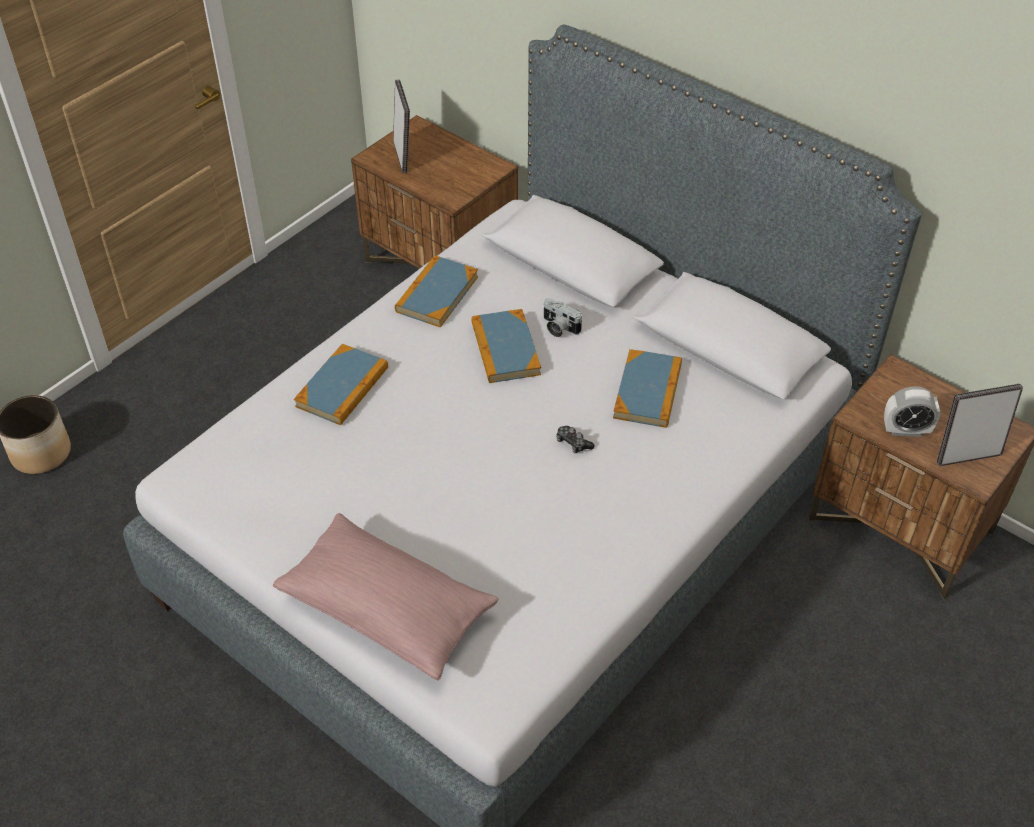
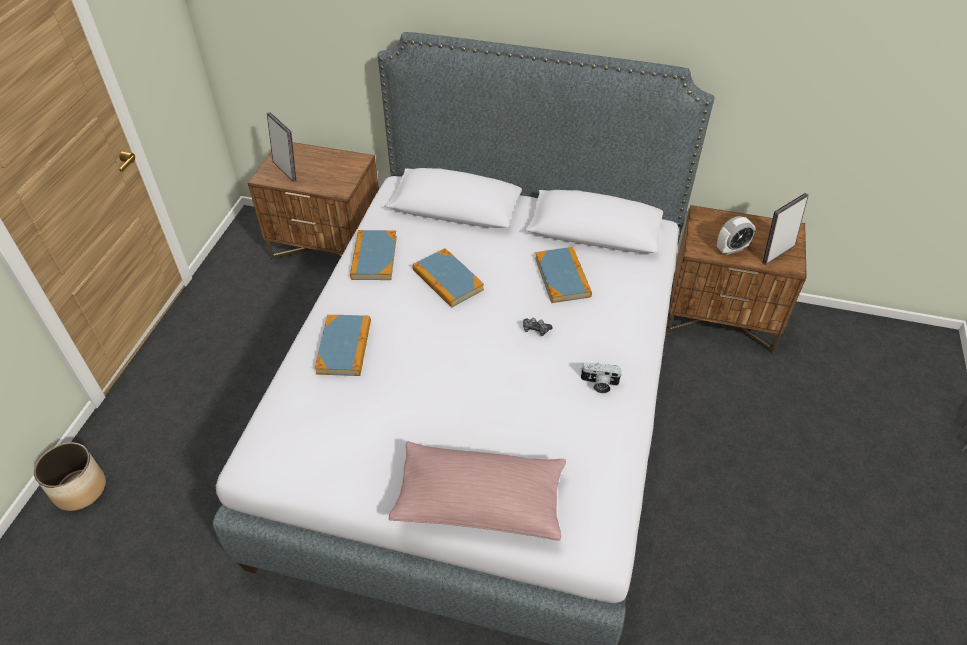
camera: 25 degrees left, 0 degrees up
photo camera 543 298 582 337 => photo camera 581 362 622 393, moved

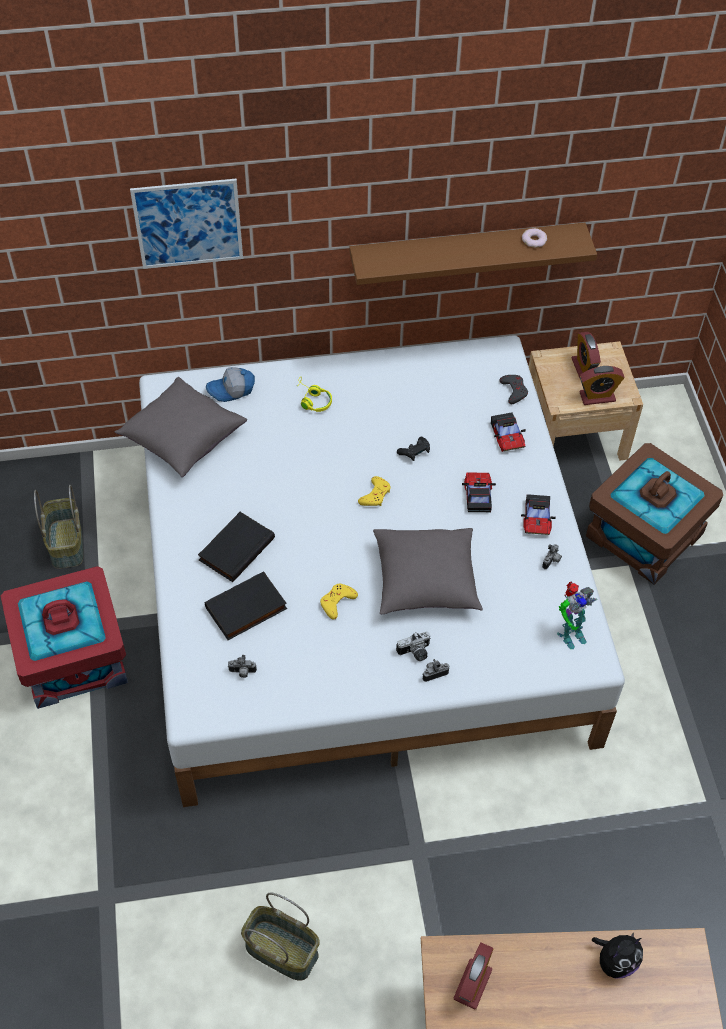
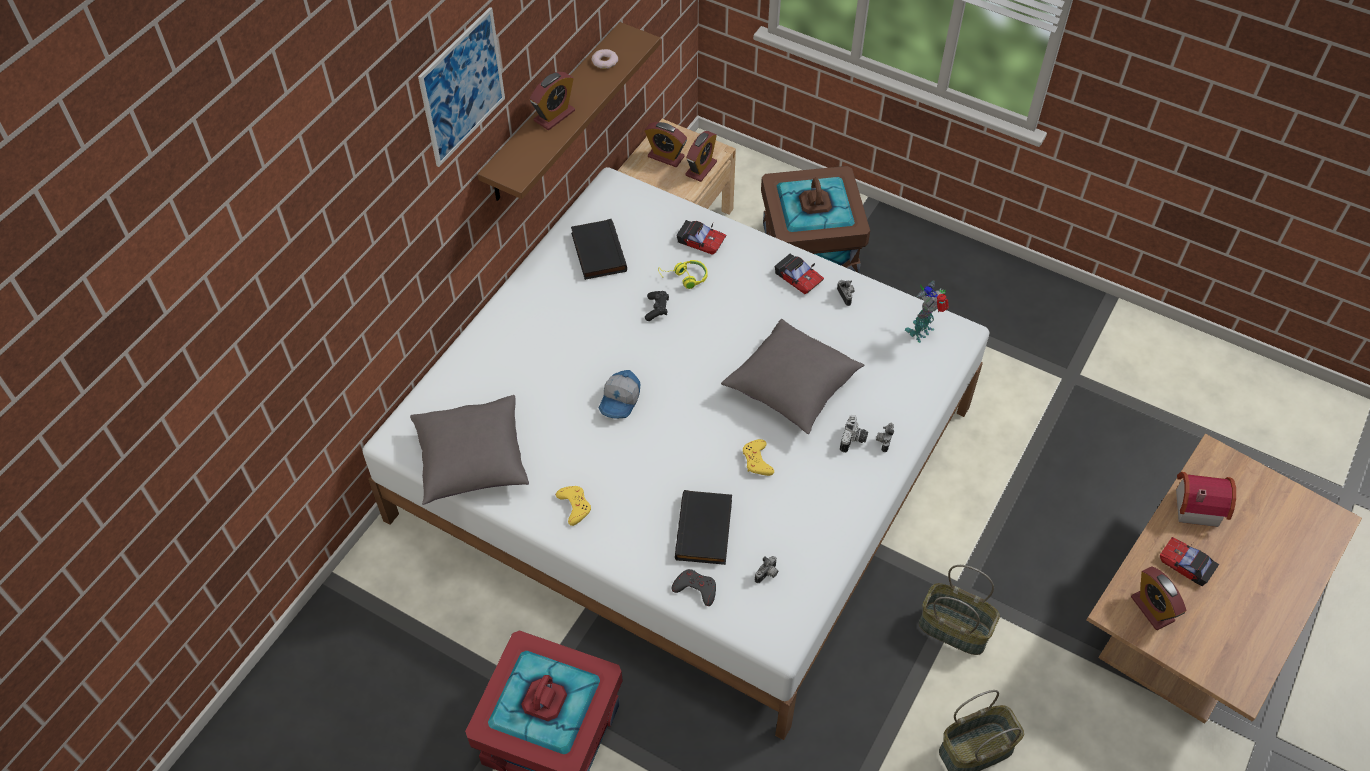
camera: 50 degrees left, 0 degrees up
storage basket 34 485 84 569 => storage basket 919 565 1000 655, moved
picture 130 179 243 269 => picture 418 7 505 167, moved
black book 198 512 275 582 => black book 571 219 627 280, moved
peaked cap 206 367 255 402 => peaked cap 599 370 640 419, moved
yellow headset 298 377 332 412 => yellow headset 658 260 708 289, moved
yellow joypad 358 476 391 506 => yellow joypad 556 486 591 526, moved
toy car 462 473 496 512 => toy car 1160 537 1219 586, moved
grey joypad 499 375 528 404 => grey joypad 672 569 716 606, moved
model robot 557 582 597 649 => model robot 905 280 949 343, 150 degrees counterclockwise
cuddly toy 592 932 643 978 => miniature house 1176 472 1236 527
nothing => table clock 530 72 575 130

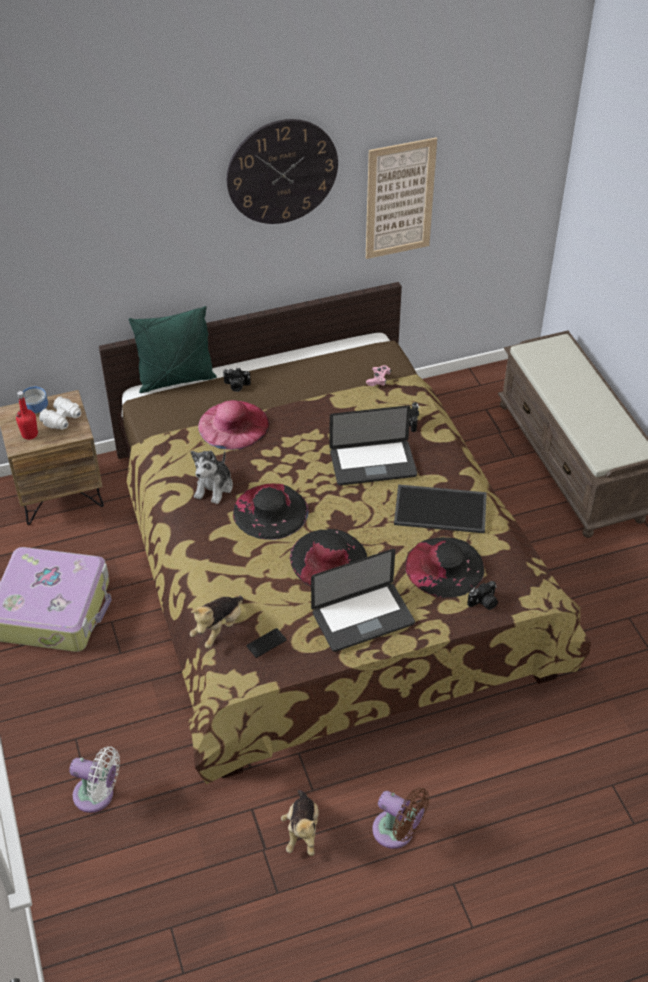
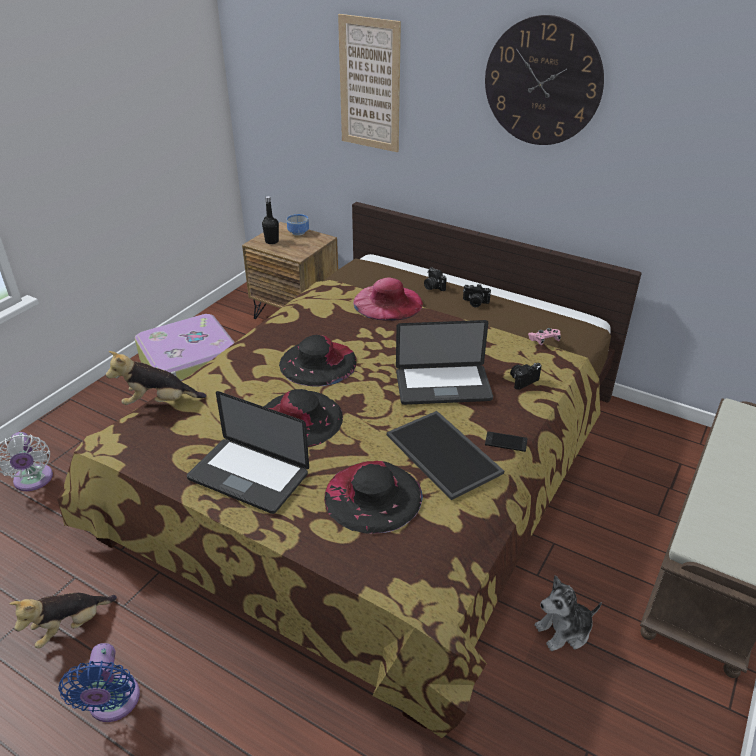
camera: 50 degrees right, 10 degrees down
red-coloured beverage bottle 16 391 38 440 => black beverage bottle 262 196 279 244
white binoculars 39 396 81 430 => nothing
greenish throw pillow 129 306 217 393 => nothing
cuddly toy 191 451 233 504 => cuddly toy 535 576 602 651, moved
phone 247 628 287 658 => phone 485 432 527 452, moved
portable computer 330 405 417 485 => portable computer 396 320 493 405, 45 degrees counterclockwise
picture 366 137 437 259 => picture 338 14 401 152, moved
brown-coloured cooling fan 372 787 430 849 => blue cooling fan 58 643 140 722
photo camera 467 581 498 610 => photo camera 463 284 491 307, moved

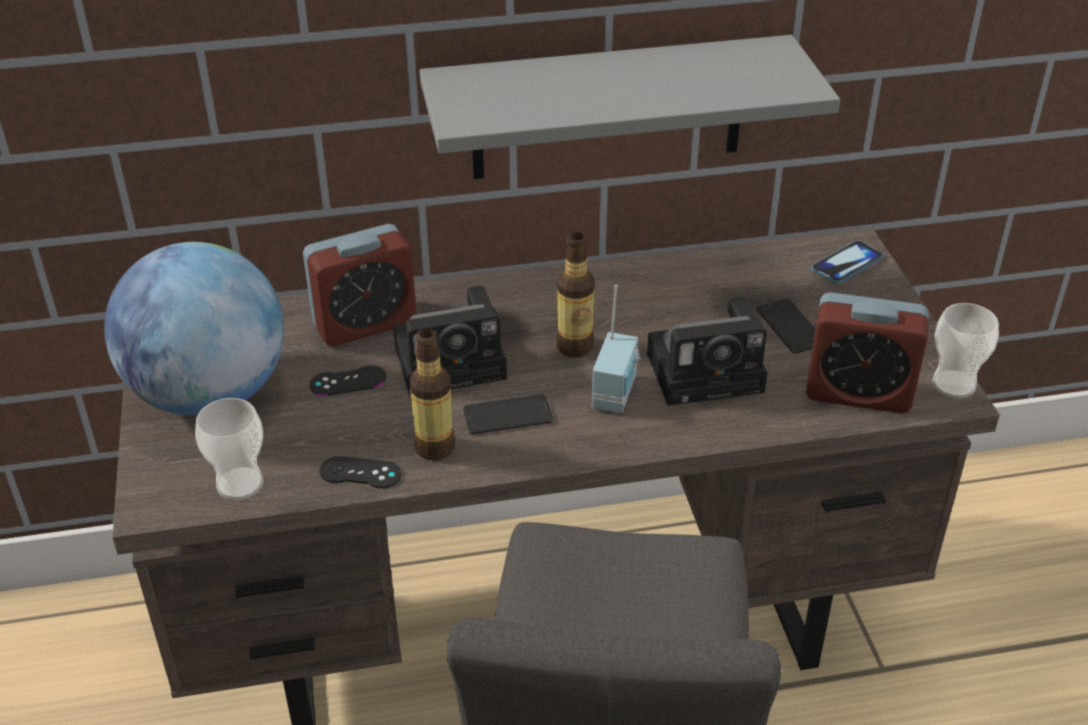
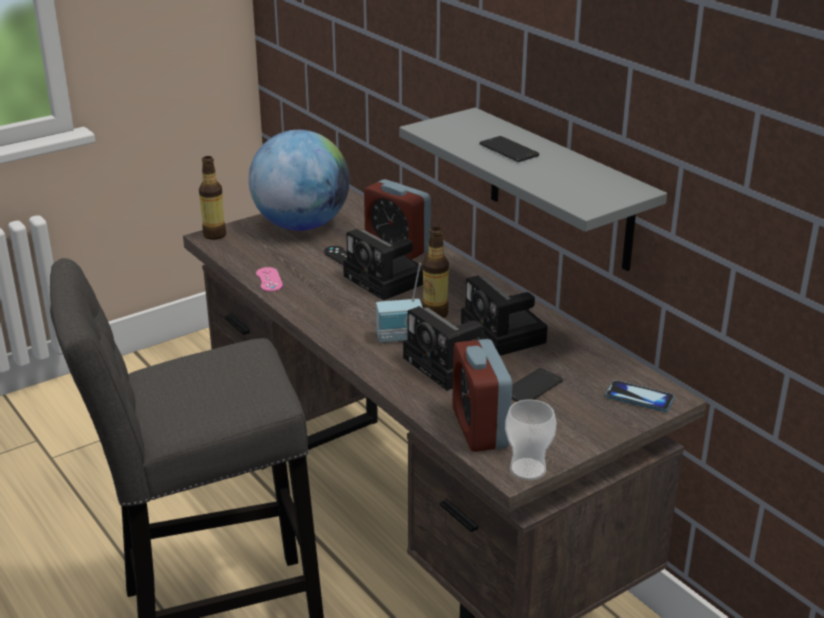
camera: 65 degrees right, 10 degrees down
drinking cup 195 398 263 500 => nothing
black joypad 319 456 402 488 => pink-coloured joypad 256 267 283 292
beverage bottle 409 329 455 460 => beverage bottle 199 156 226 240, moved
phone 463 394 553 434 => phone 479 136 539 162, moved
nothing => photo camera 461 276 548 356

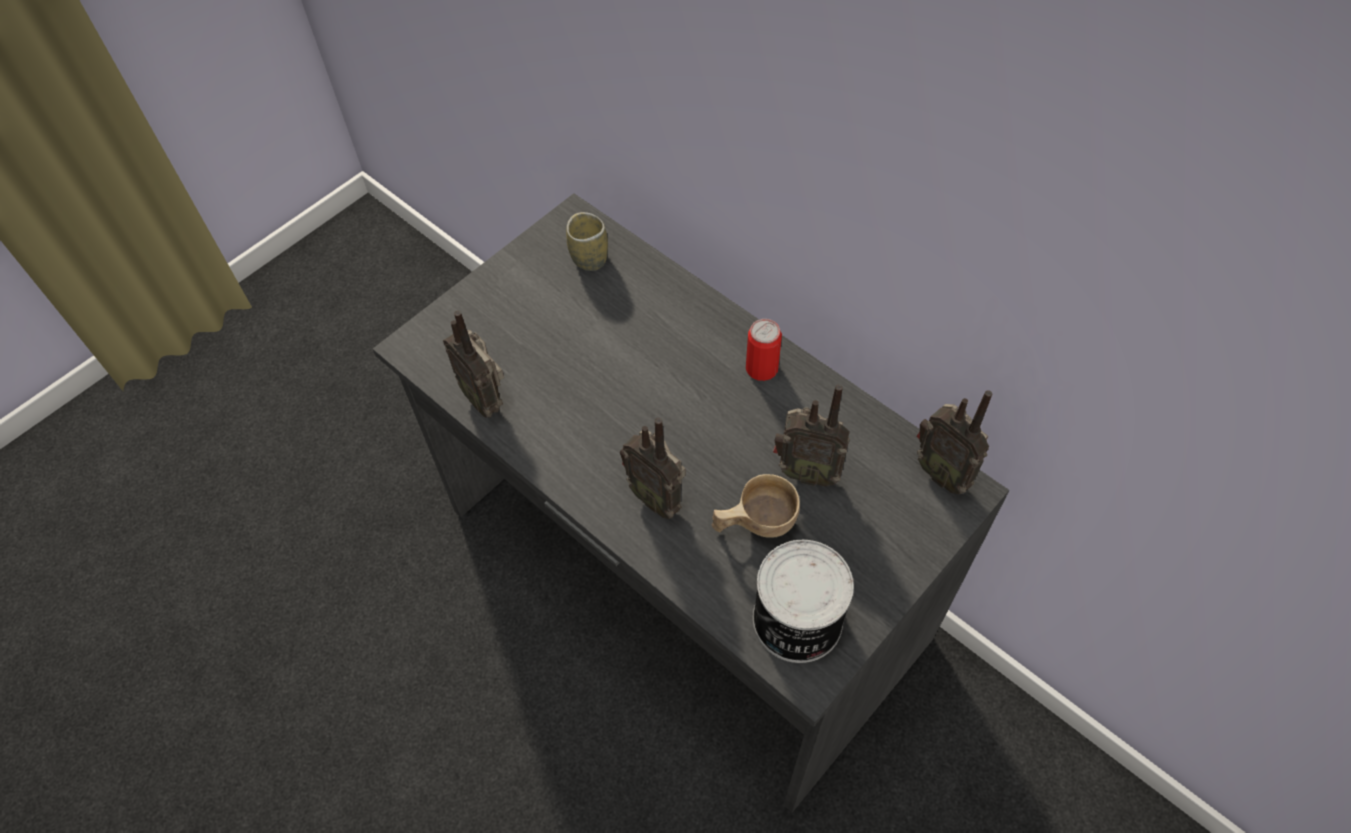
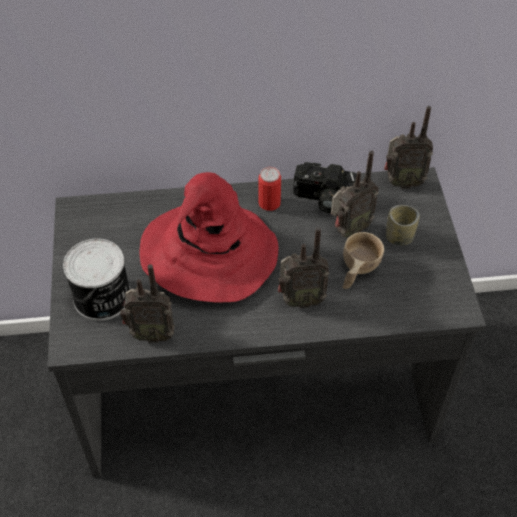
camera: 50 degrees left, 5 degrees down
drinking cup 566 212 608 271 => drinking cup 386 205 419 245, moved
metal can 753 540 854 663 => metal can 63 239 130 321, moved
nothing => red-coloured clothing hat 139 172 278 302
nothing => photo camera 293 162 357 213

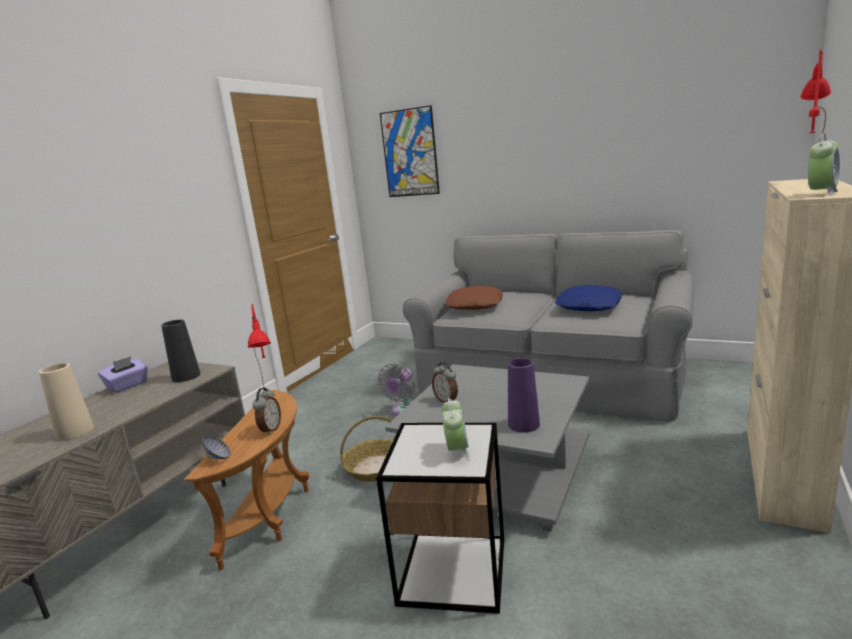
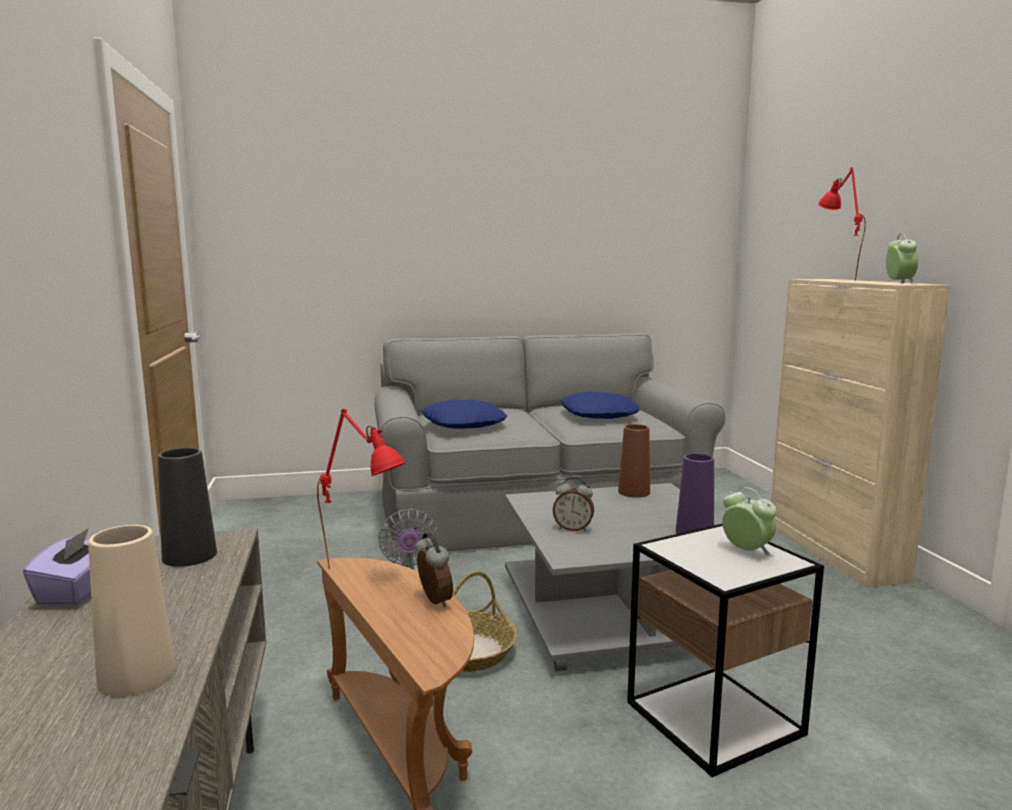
camera: 40 degrees left, 5 degrees down
deep dish 202 435 231 460 => nothing
picture 380 105 440 197 => nothing
brown-coloured throw pillow 445 286 503 310 => blue throw pillow 421 400 507 429
nothing => brown-coloured flower vase 618 424 650 498

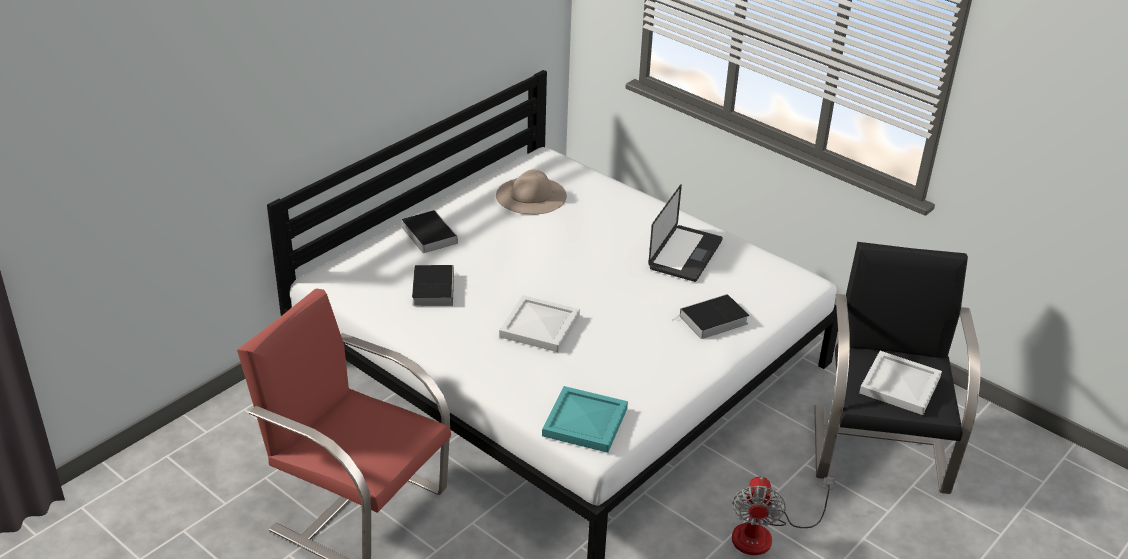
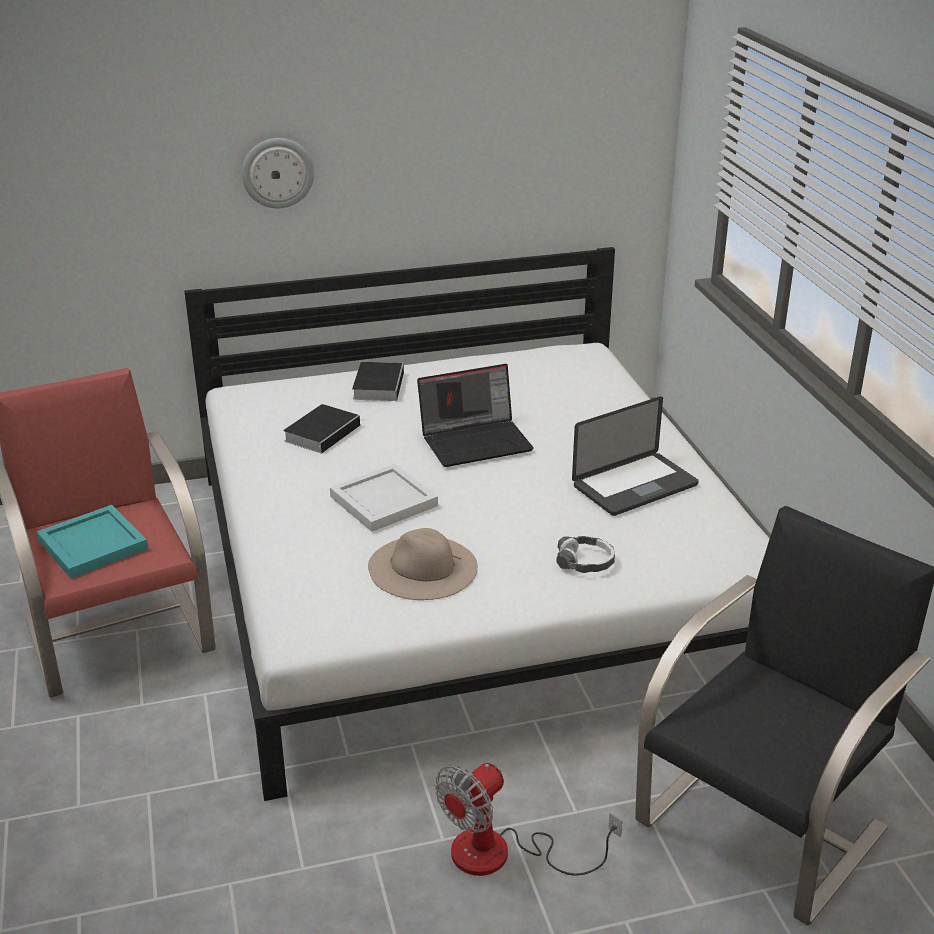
camera: 35 degrees right, 5 degrees down
sand-coloured clothing hat 496 169 567 214 => sand-coloured clothing hat 368 528 478 600, moved
turquoise tray 542 386 628 453 => turquoise tray 37 505 148 579, moved
book 672 294 749 339 => headset 556 536 615 573
white tray 859 351 942 415 => nothing
nothing => hanging clock 242 138 314 208
nothing => portable computer 417 364 534 467

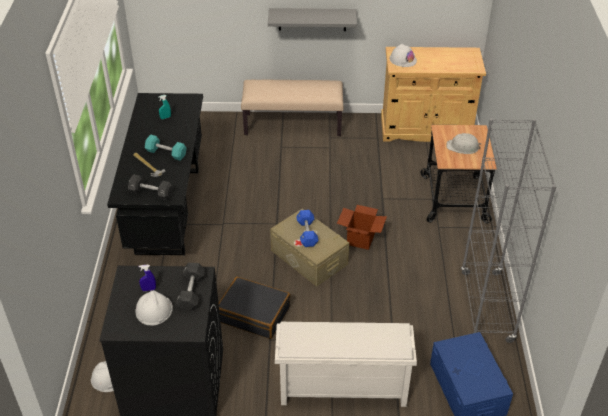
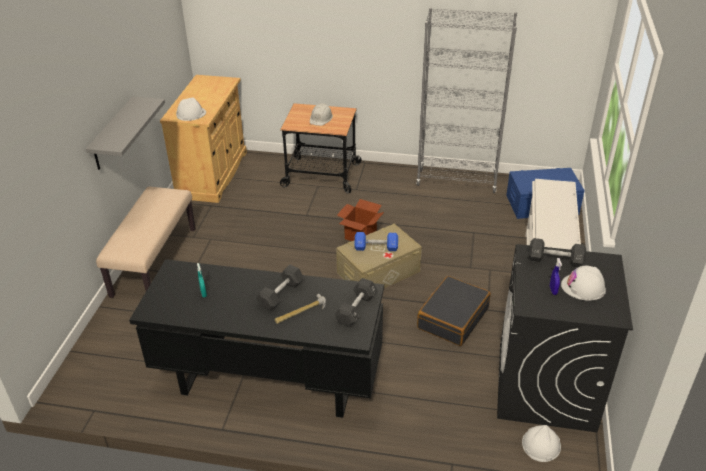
camera: 80 degrees left, 5 degrees down
turquoise free weight 145 135 186 161 => black free weight 256 265 304 311

